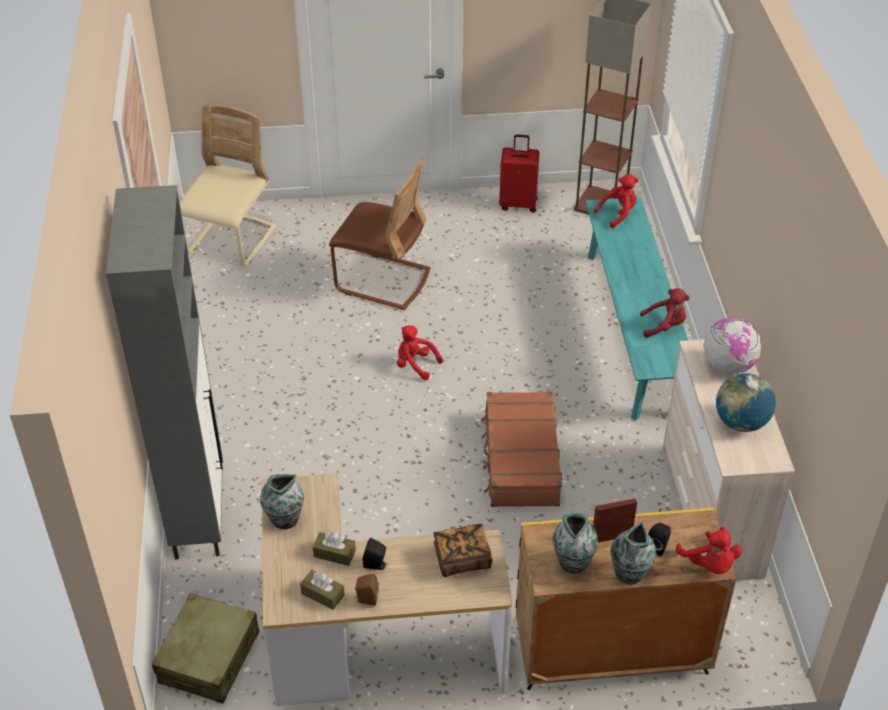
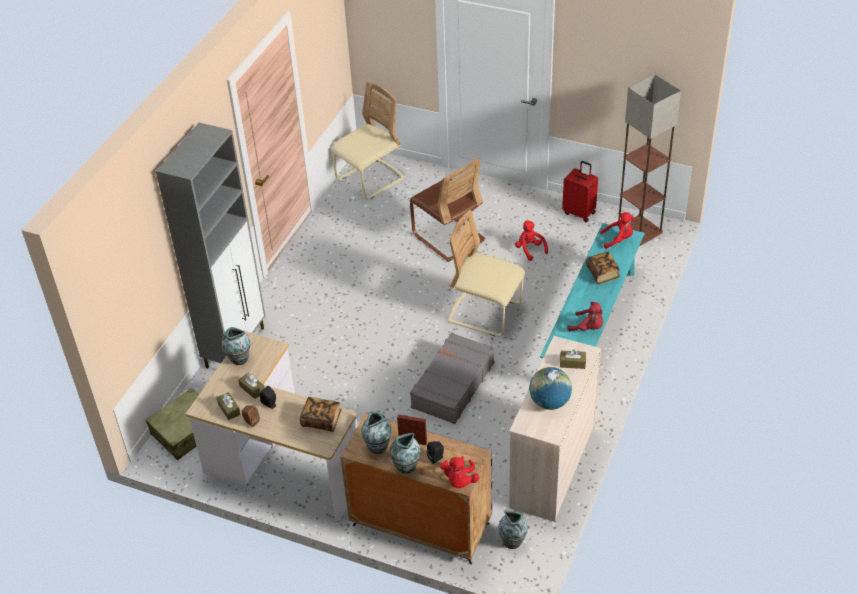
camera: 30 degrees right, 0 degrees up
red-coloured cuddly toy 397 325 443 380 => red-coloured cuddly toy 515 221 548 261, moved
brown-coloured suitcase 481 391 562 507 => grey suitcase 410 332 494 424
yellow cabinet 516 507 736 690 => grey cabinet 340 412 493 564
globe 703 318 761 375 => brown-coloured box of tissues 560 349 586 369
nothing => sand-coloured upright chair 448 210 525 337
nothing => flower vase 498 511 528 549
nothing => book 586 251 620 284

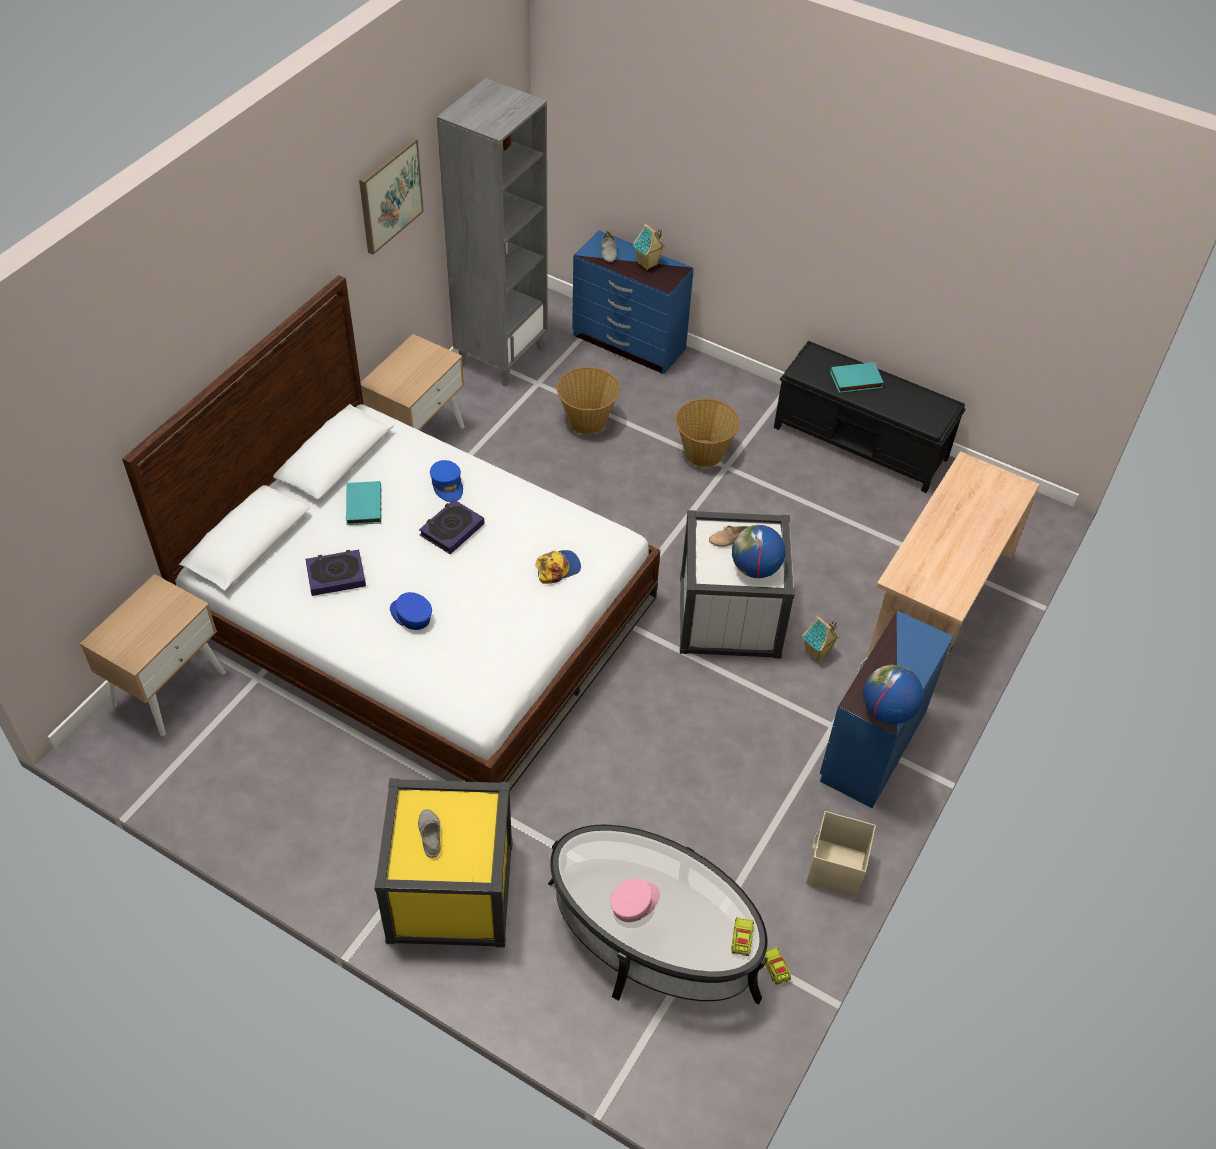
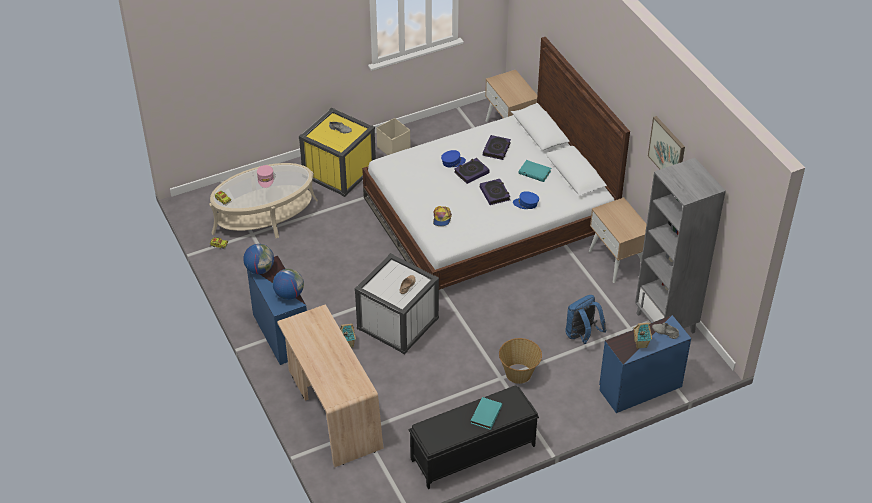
camera: 125 degrees right, 5 degrees down
black lounge table 548 825 768 1005 => sand-coloured lounge table 209 163 318 238
storage basket 557 367 620 435 => blue backpack 565 295 606 344
globe 732 525 785 578 => globe 273 269 304 300, moved
sand-coloured storage container 806 811 876 898 => sand-coloured storage container 376 118 411 155, moved
nothing => book 454 158 489 184

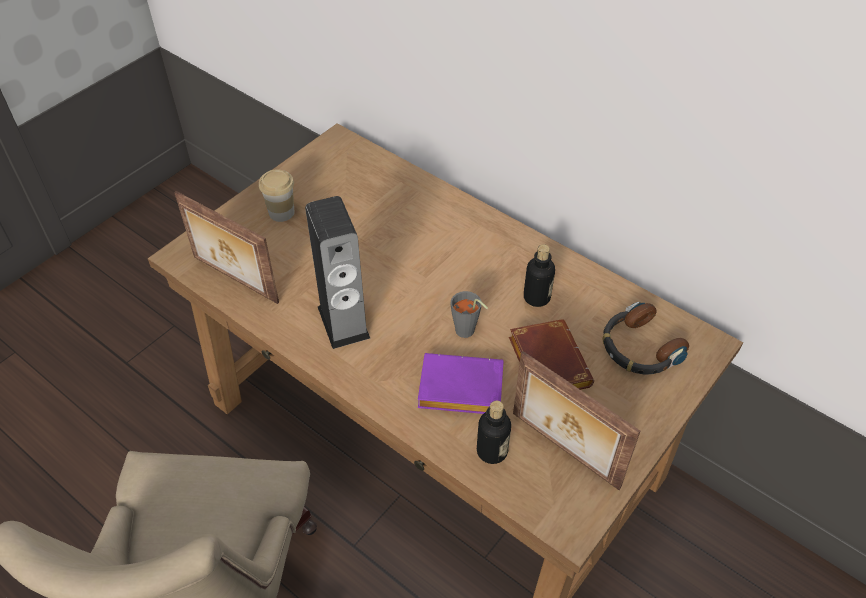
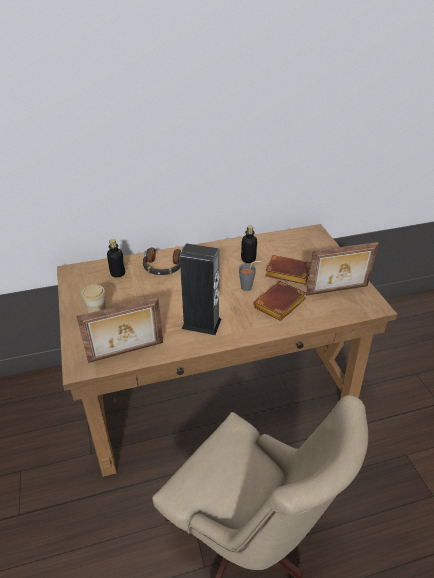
camera: 55 degrees left, 10 degrees down
purple-coloured book 418 353 503 414 => brown-coloured book 253 281 306 321
beverage bottle 477 401 511 464 => beverage bottle 107 239 125 278, moved
headset 602 302 689 375 => headset 143 248 181 275, moved

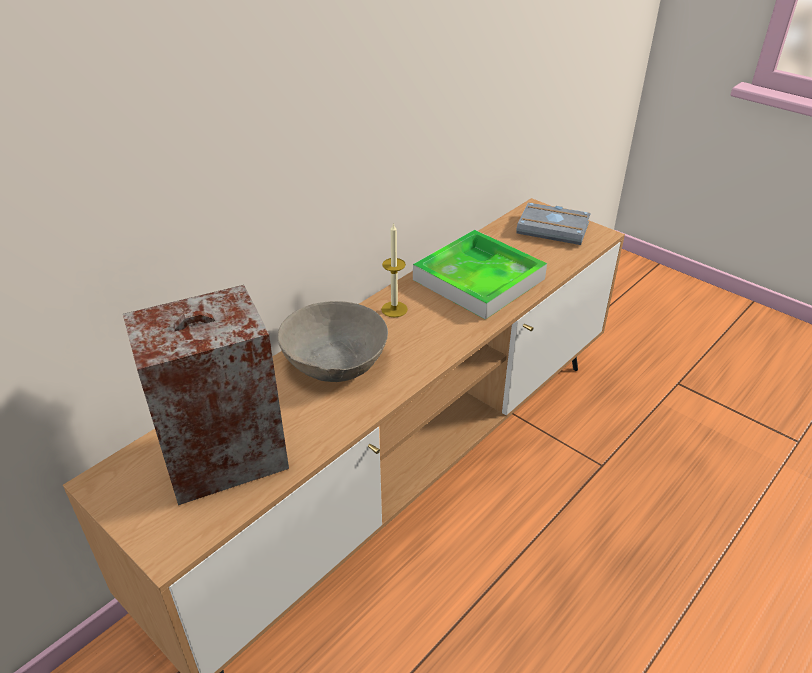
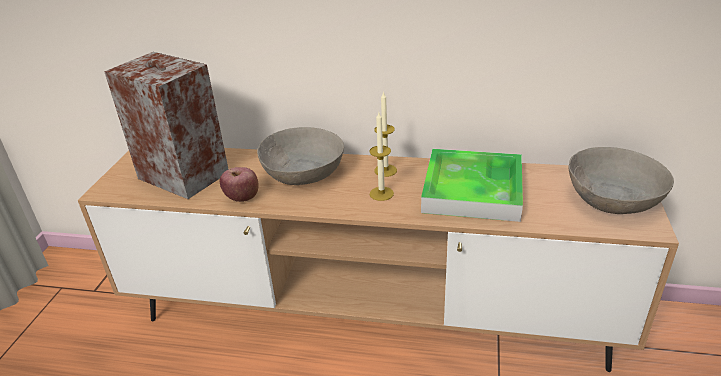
camera: 60 degrees right, 5 degrees down
grey book 516 202 591 245 => grey deep dish 568 147 674 214
nothing => apple 220 167 259 202
nothing => wax light 369 112 394 201

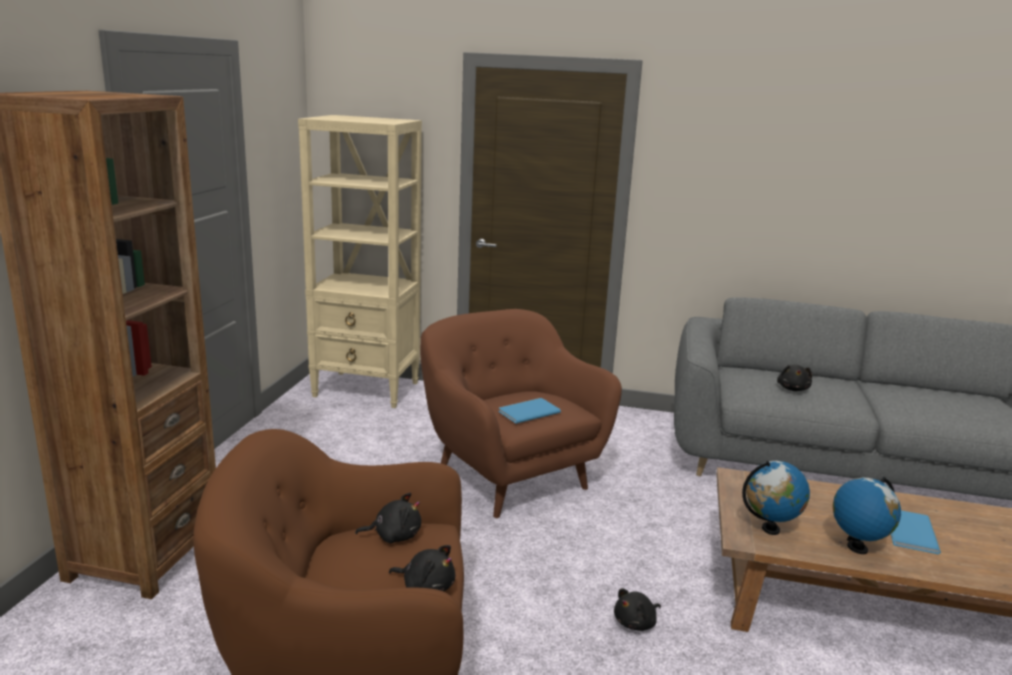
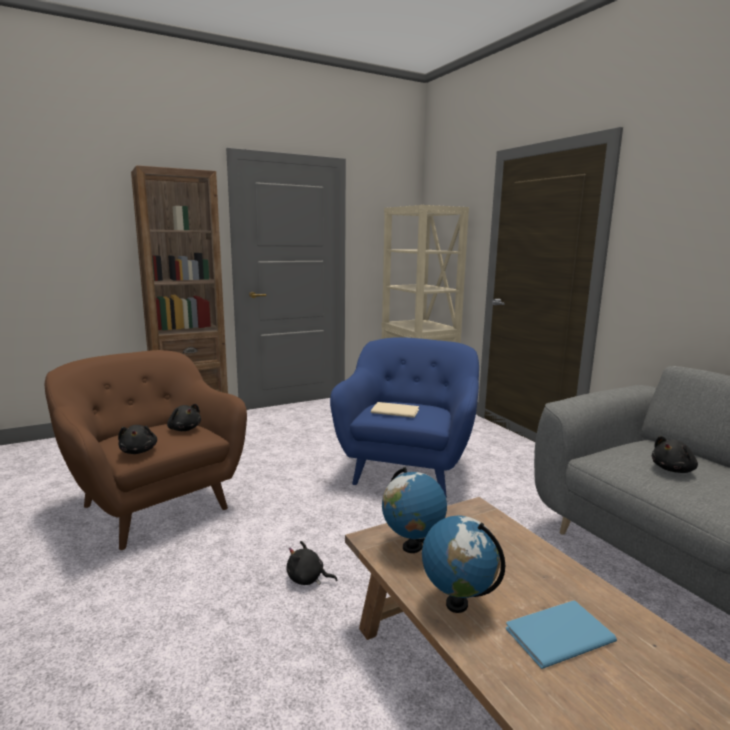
camera: 50 degrees right, 5 degrees down
brown-coloured armchair 420 309 622 518 => blue armchair 330 337 479 498
blue book 498 398 561 424 => sand-coloured book 371 402 419 418

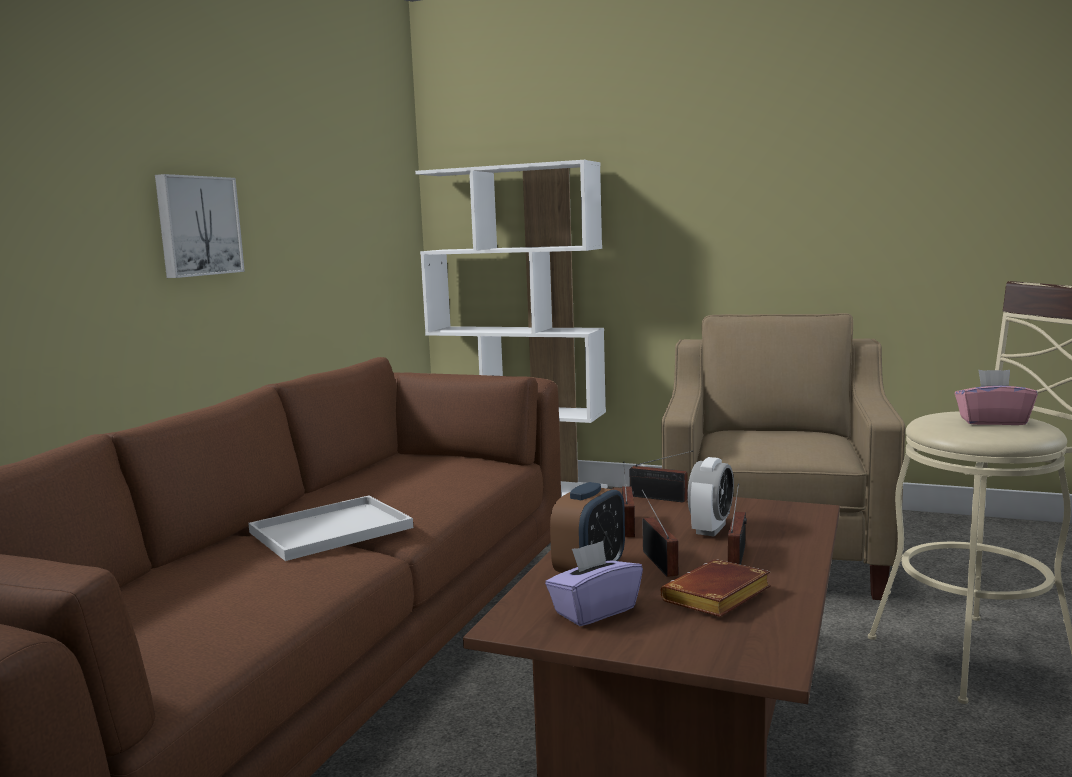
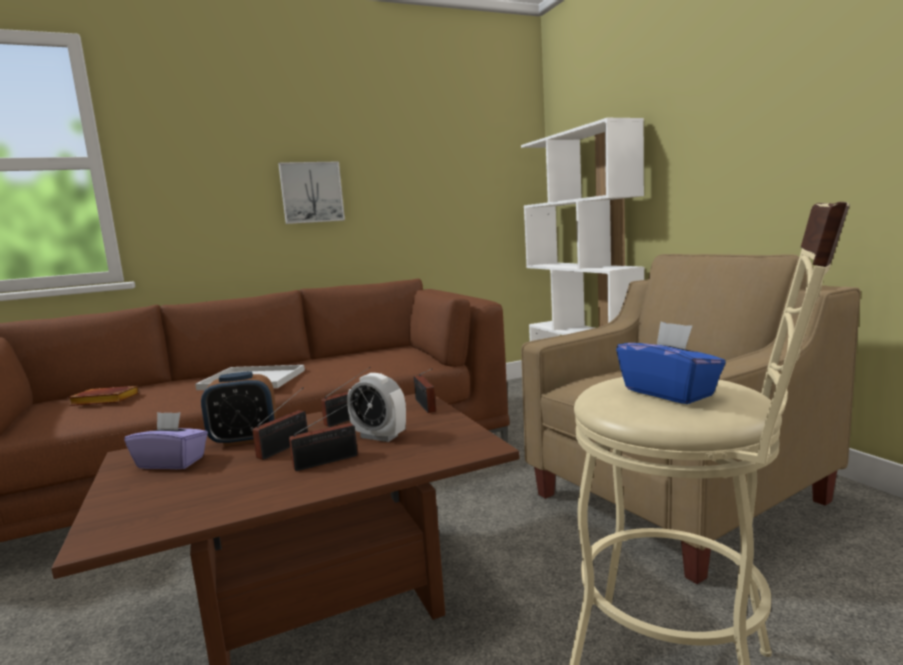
camera: 45 degrees right, 0 degrees up
brown-coloured book 660 559 771 617 => brown-coloured book 68 386 140 406, moved
table clock 687 457 734 537 => table clock 347 373 406 442, 45 degrees clockwise
pink-coloured box of tissues 955 370 1038 425 => blue box of tissues 616 322 726 404

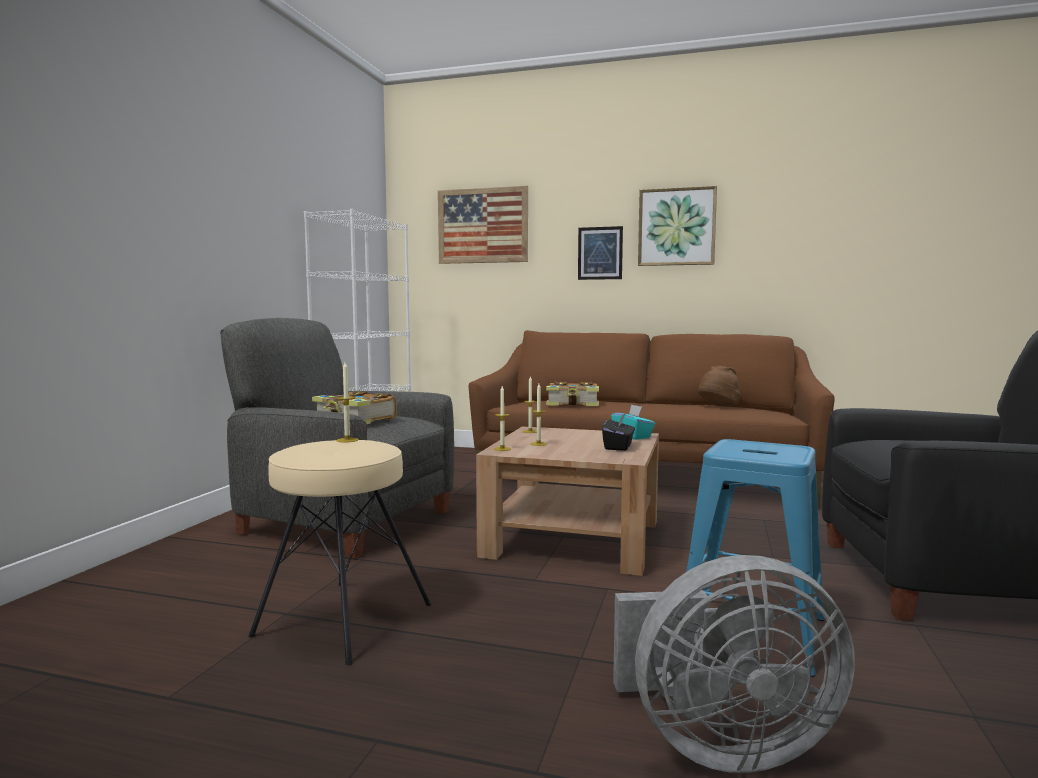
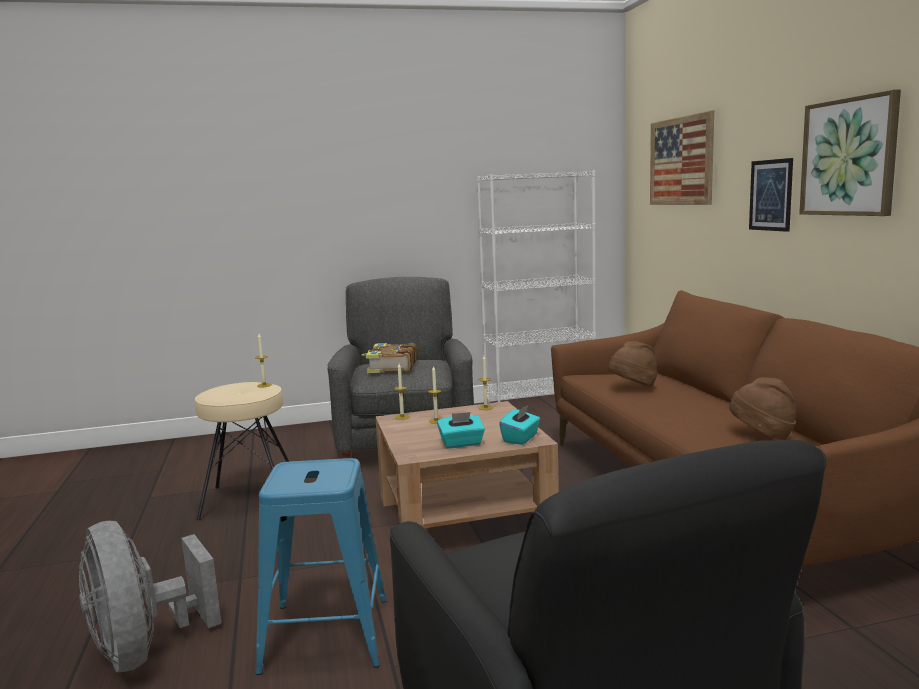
camera: 60 degrees right, 5 degrees up
book 546 382 599 406 => brown-coloured clothing hat 608 341 658 387
black box of tissues 602 413 635 451 => turquoise box of tissues 437 412 485 448

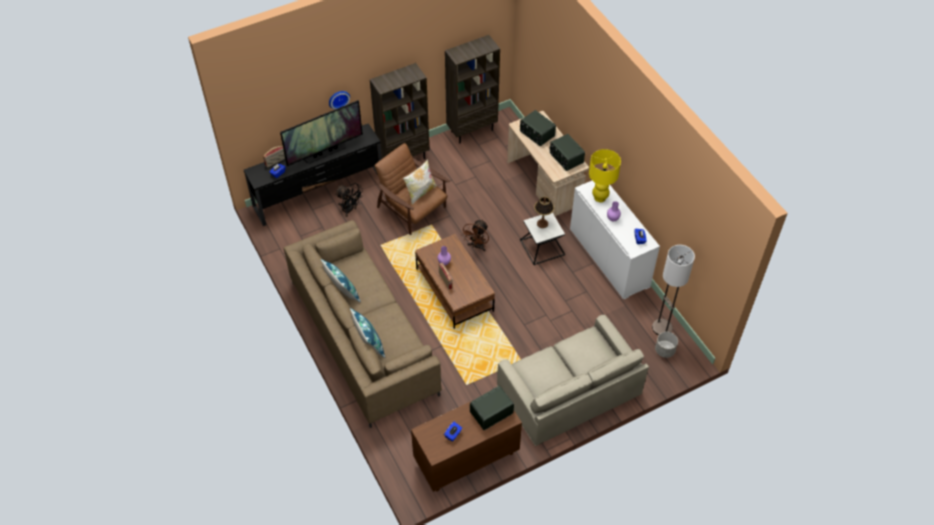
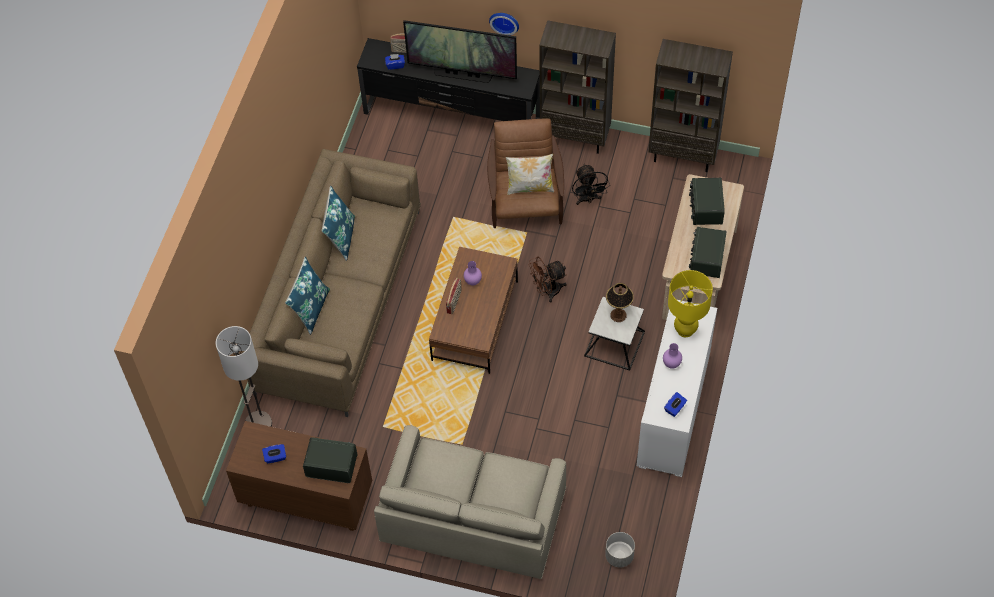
camera: 45 degrees right, 5 degrees up
black cooling fan 335 183 364 217 => black cooling fan 572 164 610 205, moved
standard lamp 652 245 695 335 => standard lamp 216 326 272 427, moved

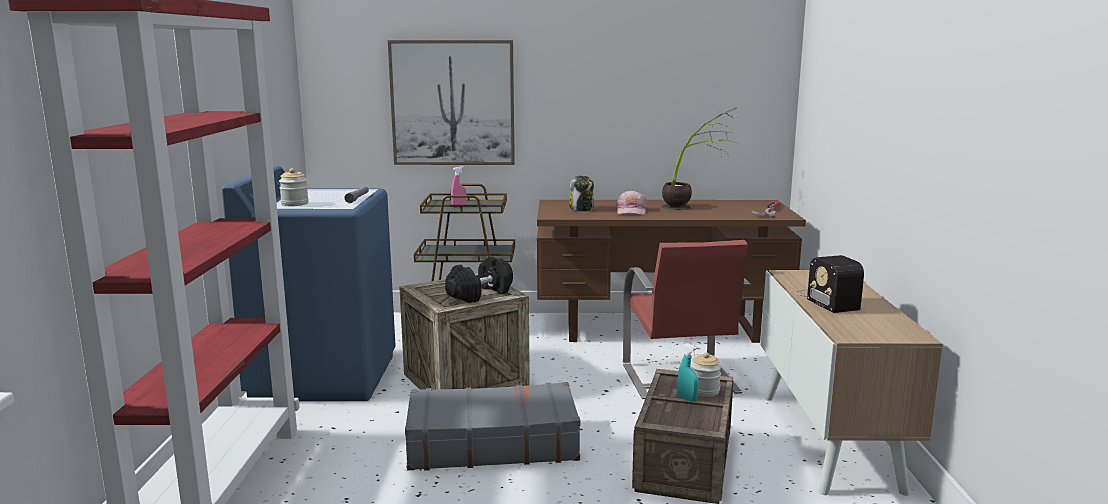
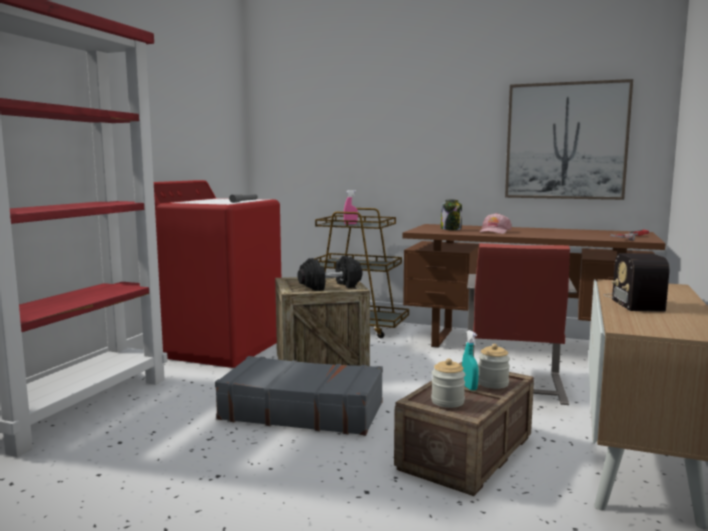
camera: 20 degrees right, 5 degrees down
blue laundry machine 222 166 396 401 => red-coloured laundry machine 154 180 281 368
jar 279 168 309 206 => jar 431 359 466 408, moved
picture 388 40 515 165 => picture 505 79 633 200, moved
potted plant 662 108 738 210 => nothing

